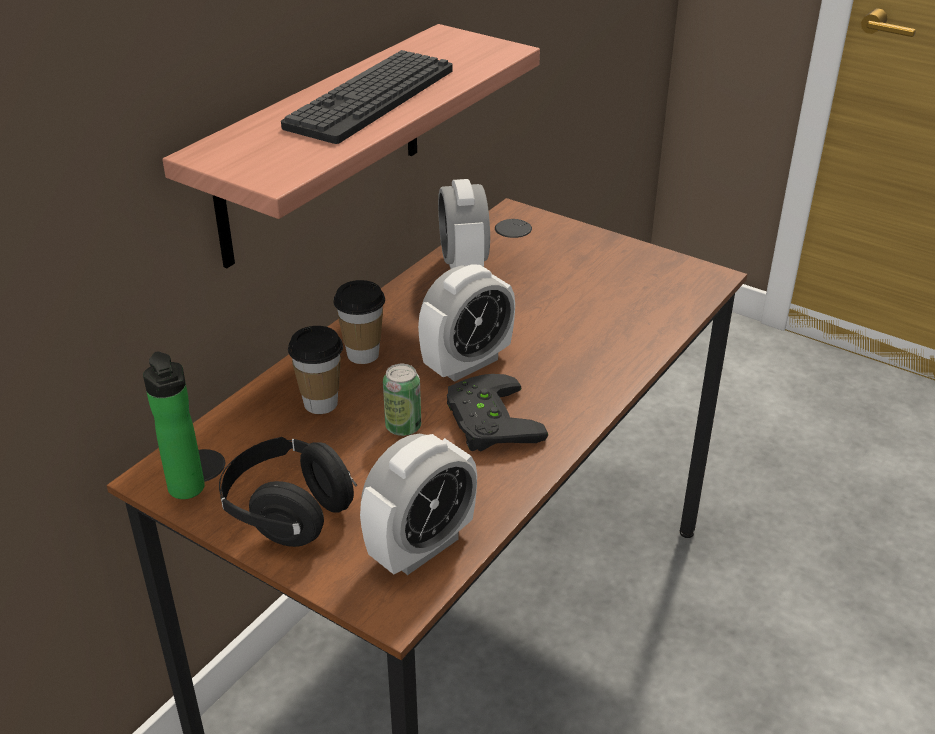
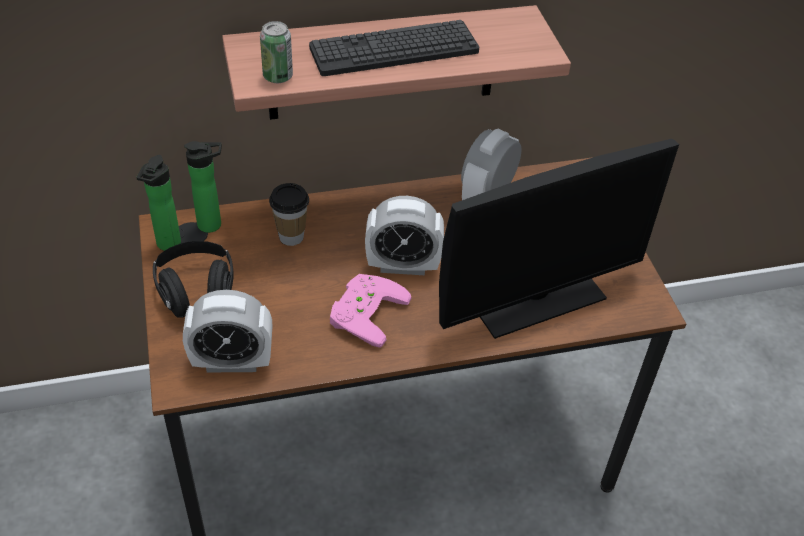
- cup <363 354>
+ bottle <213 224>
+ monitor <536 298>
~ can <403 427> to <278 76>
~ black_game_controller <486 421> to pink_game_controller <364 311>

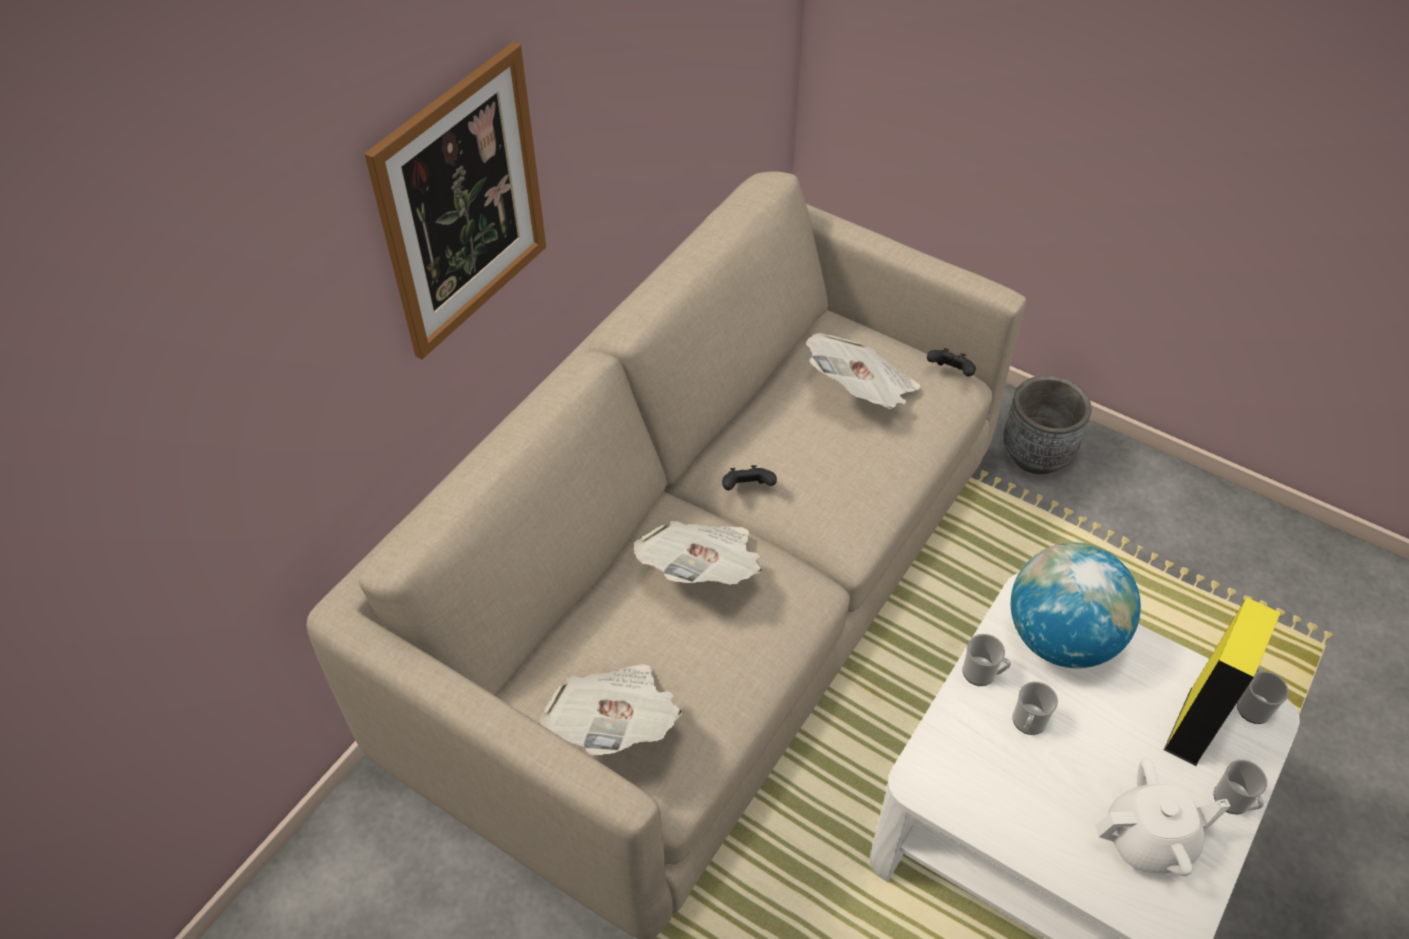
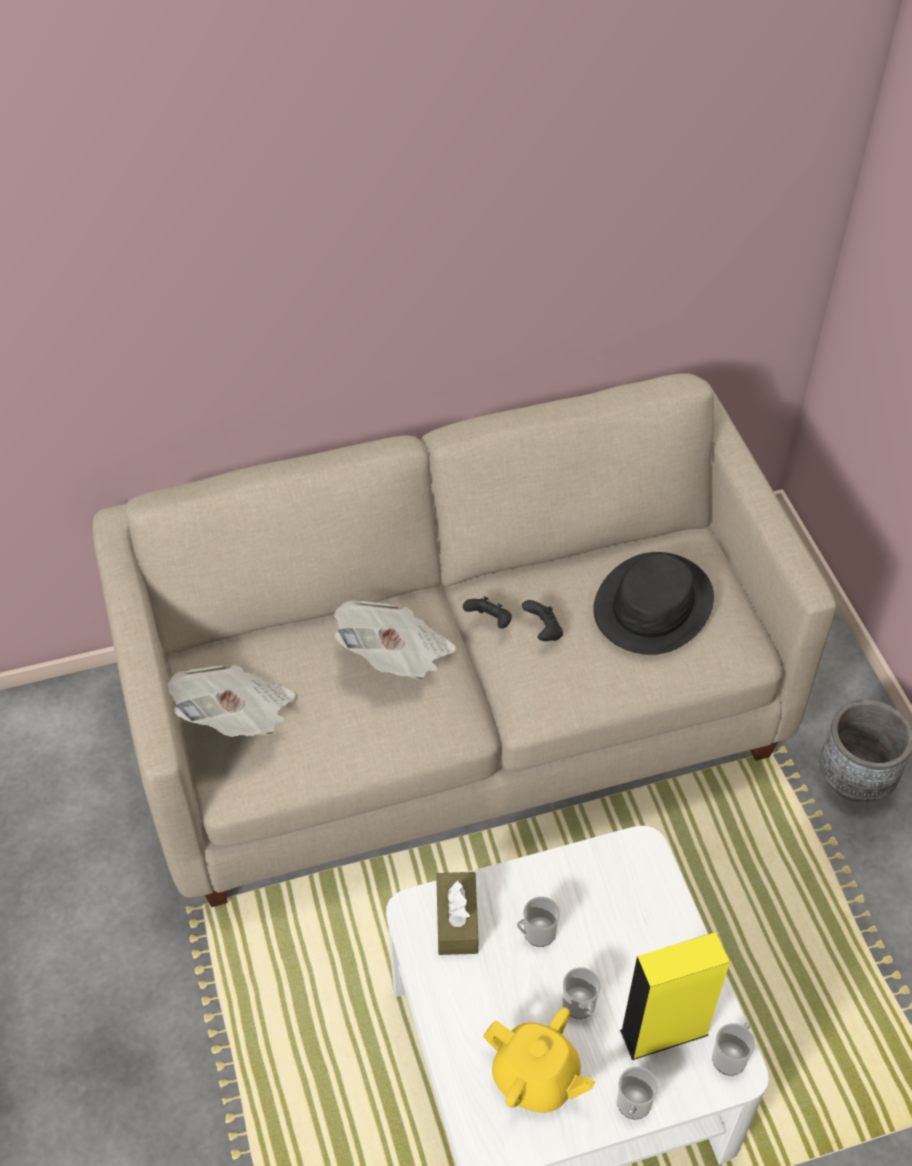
- picture <462 204>
- globe <1060 638>
+ brown_tissue_box <457 920>
~ black_game_controller <950 373> to <543 631>
~ mug <982 673> to <580 1006>
~ newspaper <861 392> to black_hat <653 605>
~ white_teapot <1149 840> to yellow_teapot <536 1078>

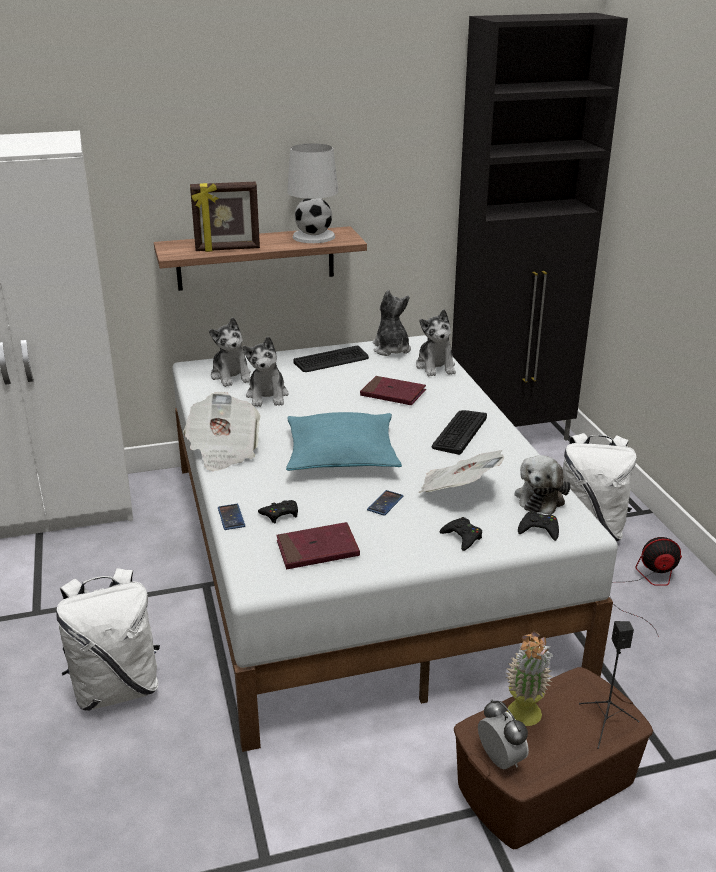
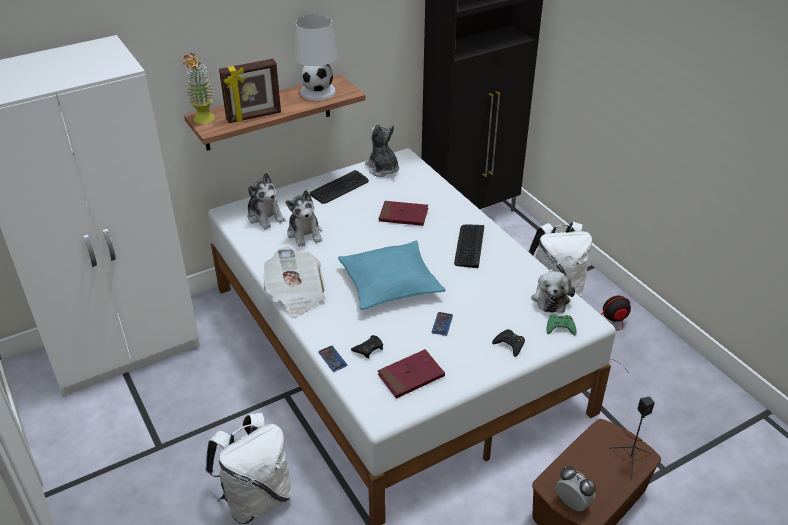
- plush_toy <436 366>
- newspaper <458 491>
~ potted_plant <524 720> to <204 121>
~ black_game_controller <539 530> to green_game_controller <560 327>

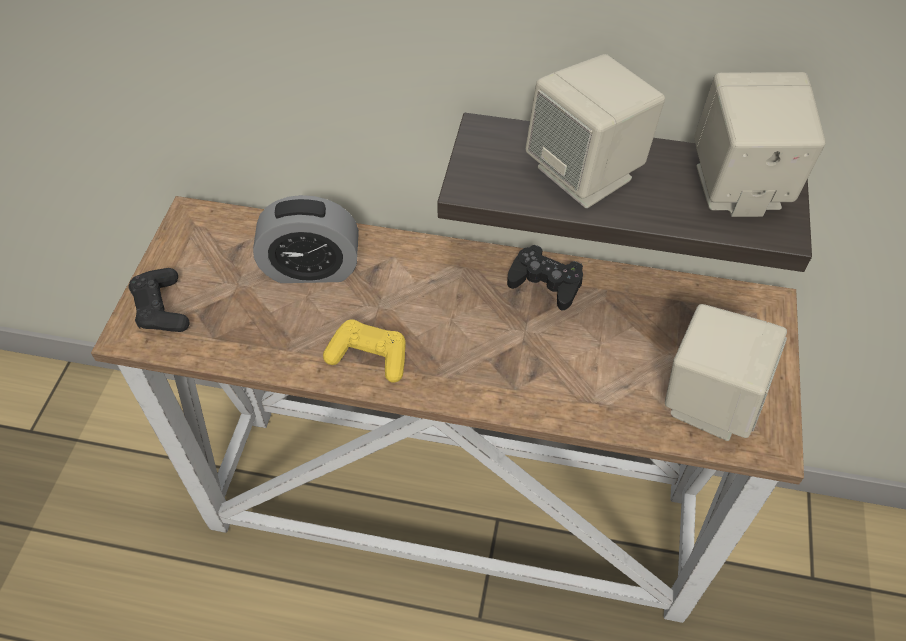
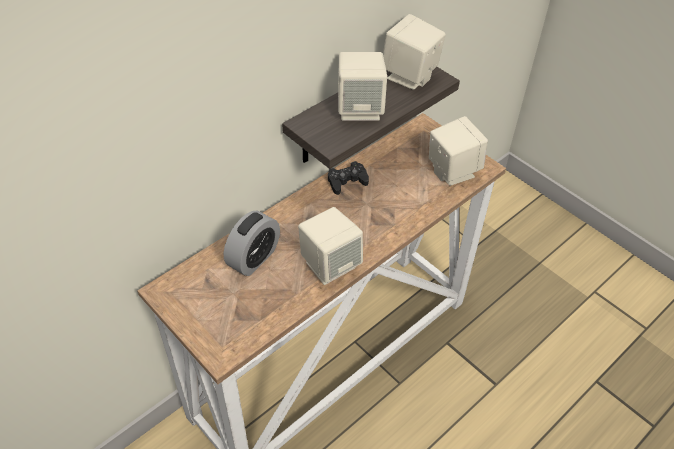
- black_game_controller <161 309>
~ yellow_game_controller <369 357> to beige_speaker <330 264>

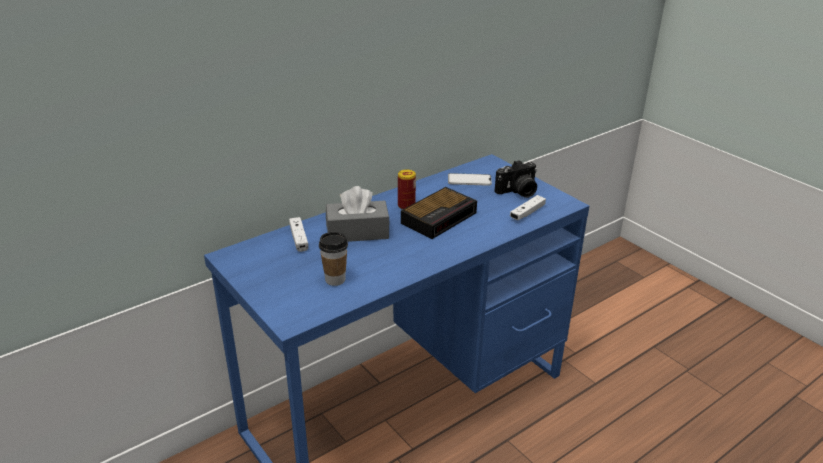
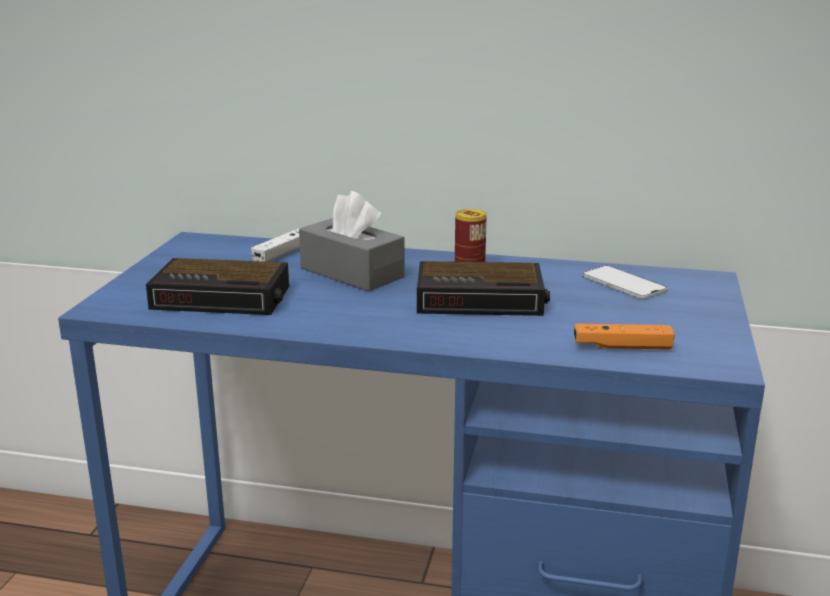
- photo_camera <518 192>
~ cup <335 280> to alarm_clock <224 297>
~ white_game_controller <527 213> to orange_game_controller <622 347>

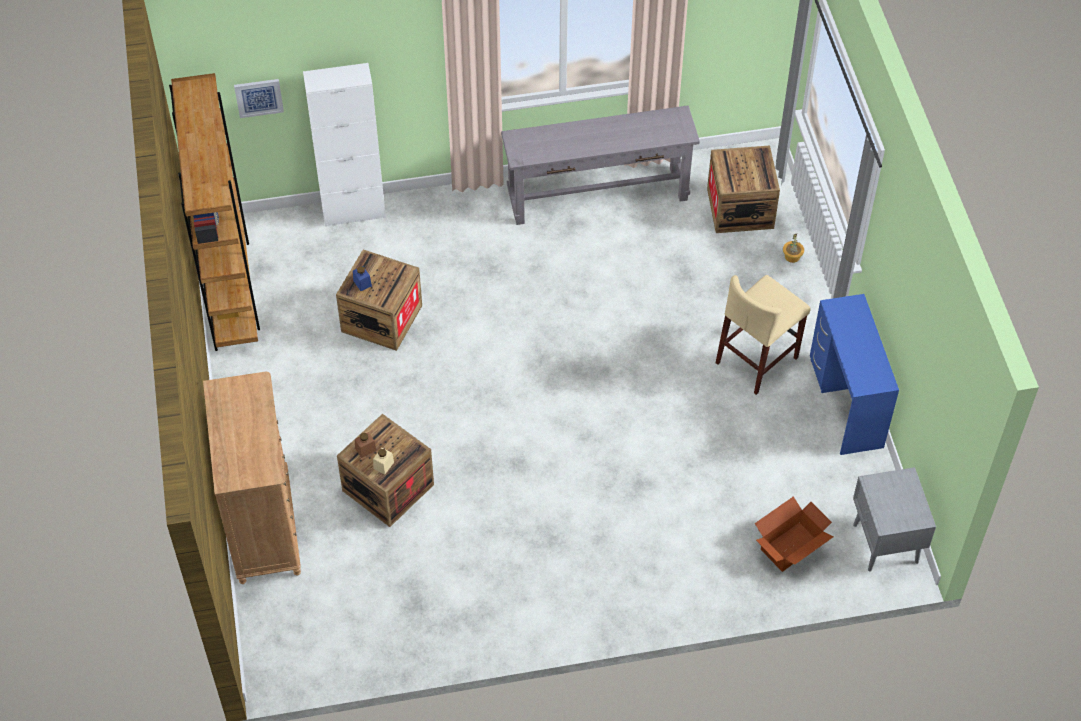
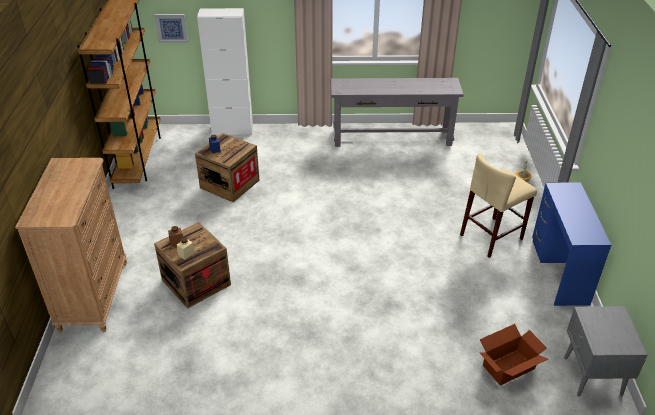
- crate <740 208>

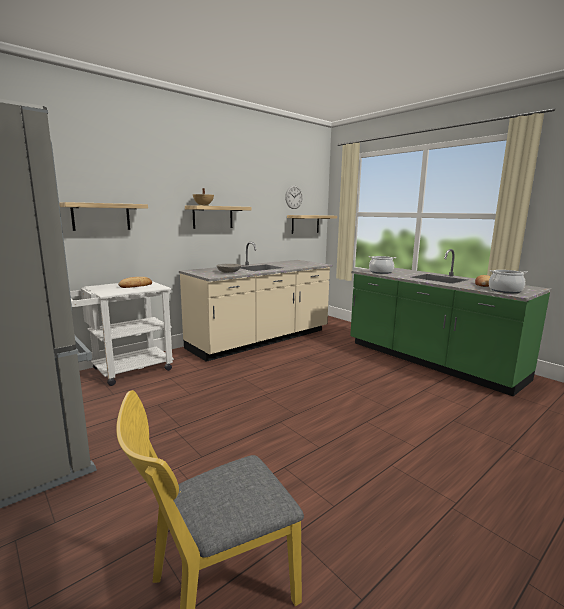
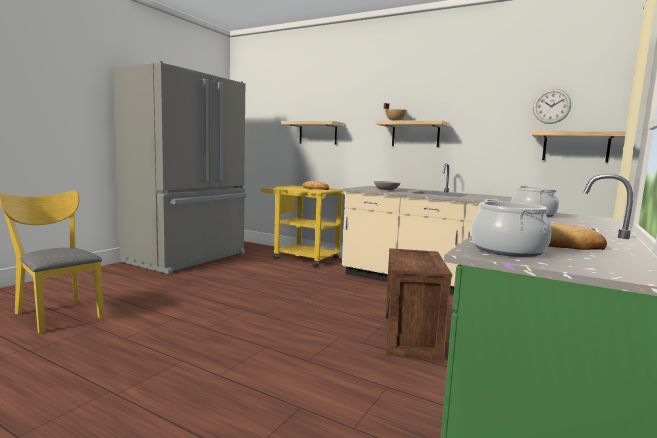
+ crate <412 338>
~ white_cart <125 371> to yellow_cart <301 257>

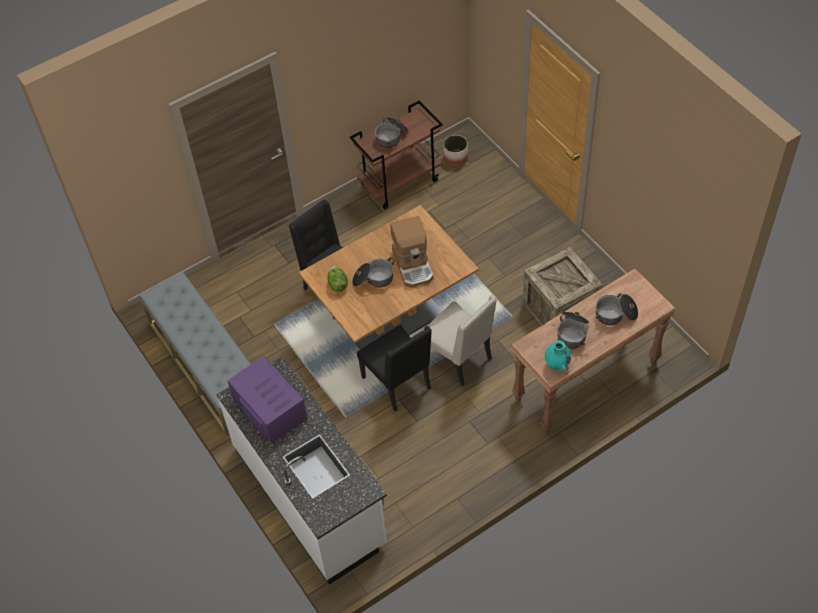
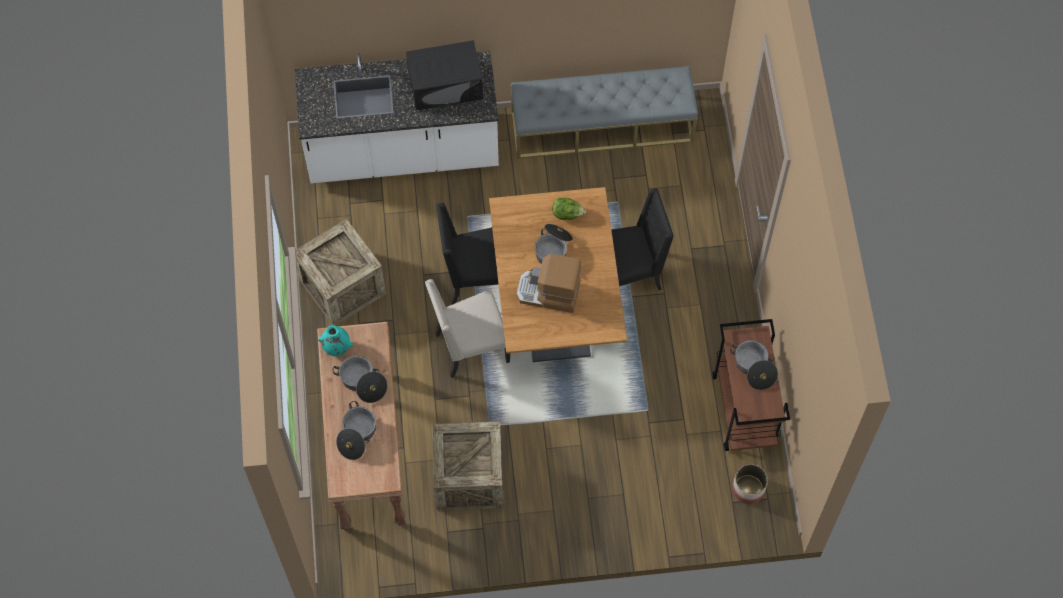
+ crate <342 286>
~ purple_microwave <270 409> to black_microwave <445 85>

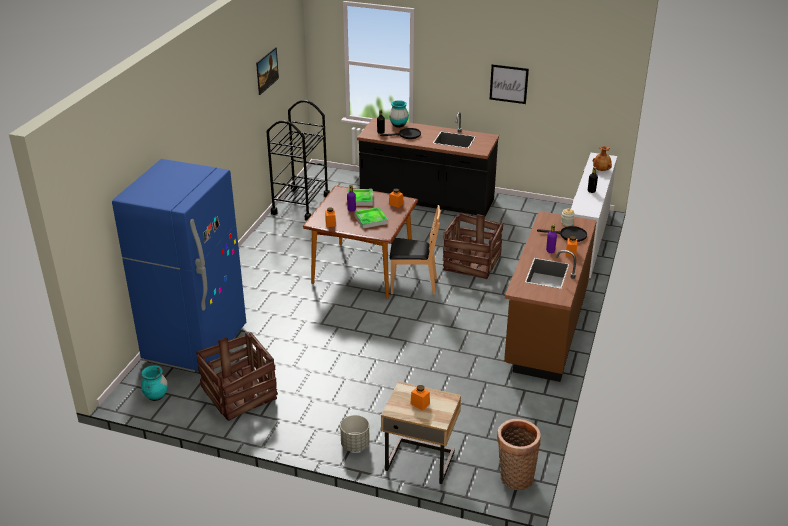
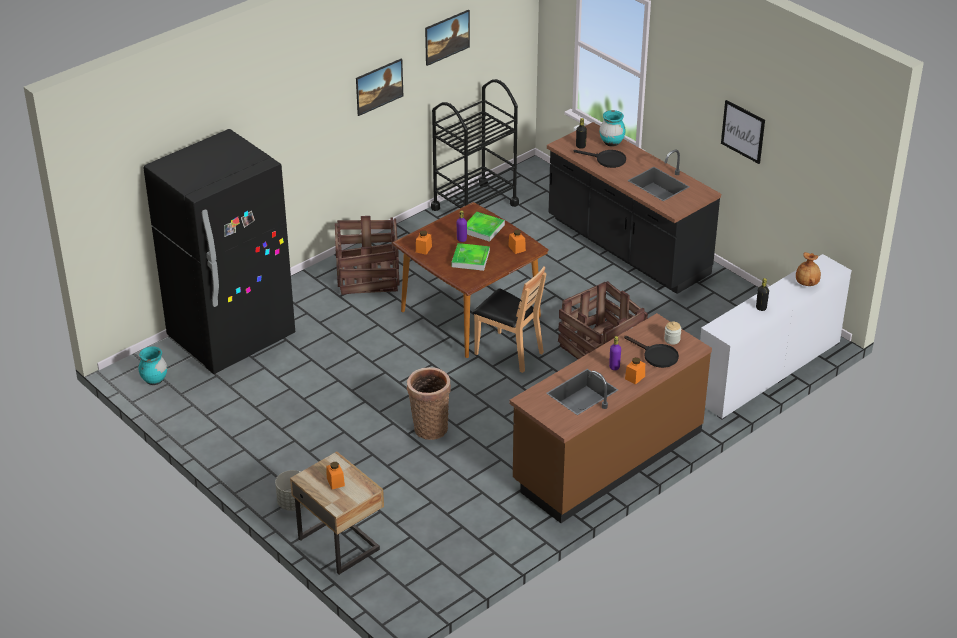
+ picture <379 96>
~ crate <239 394> to <368 275>
~ basket <514 477> to <429 427>
~ blue_fridge <195 343> to black_fridge <232 338>

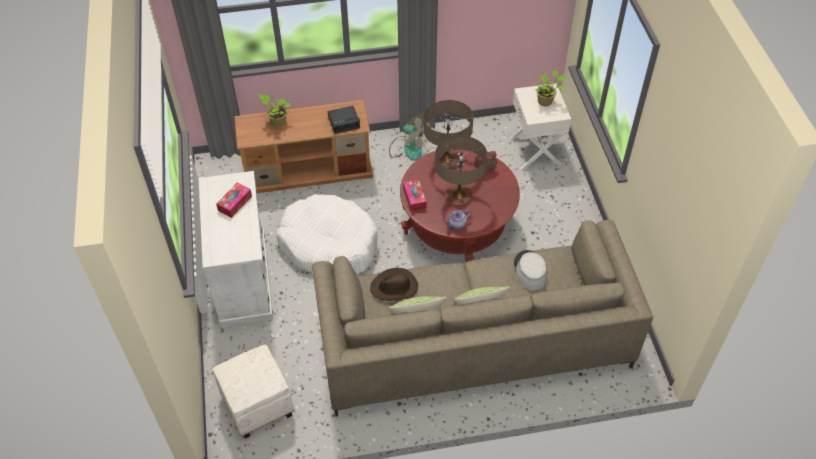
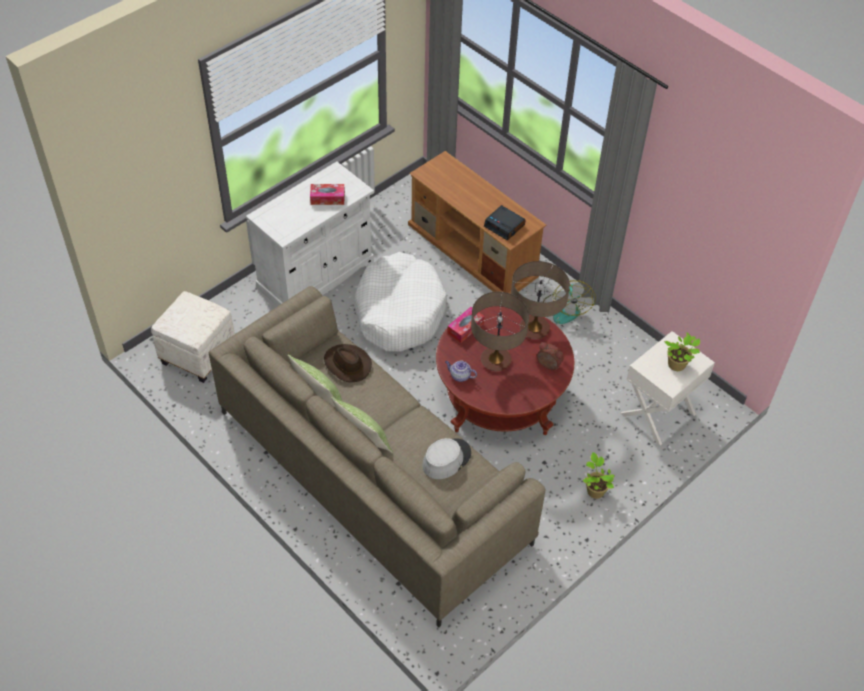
~ potted_plant <277 122> to <594 490>

